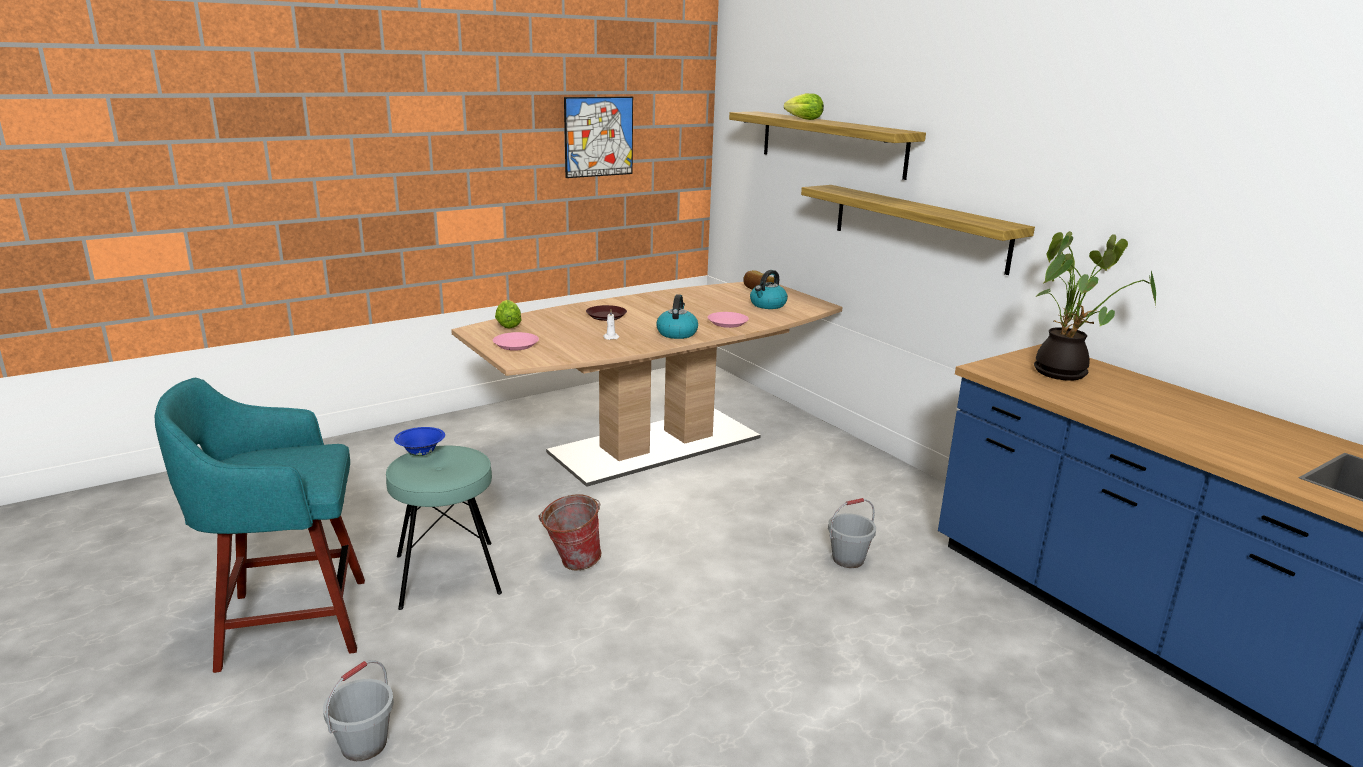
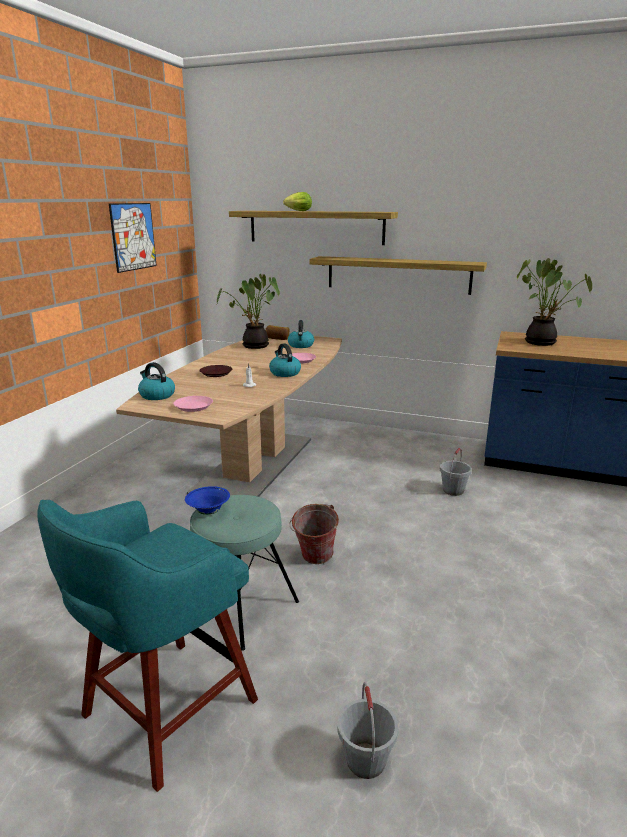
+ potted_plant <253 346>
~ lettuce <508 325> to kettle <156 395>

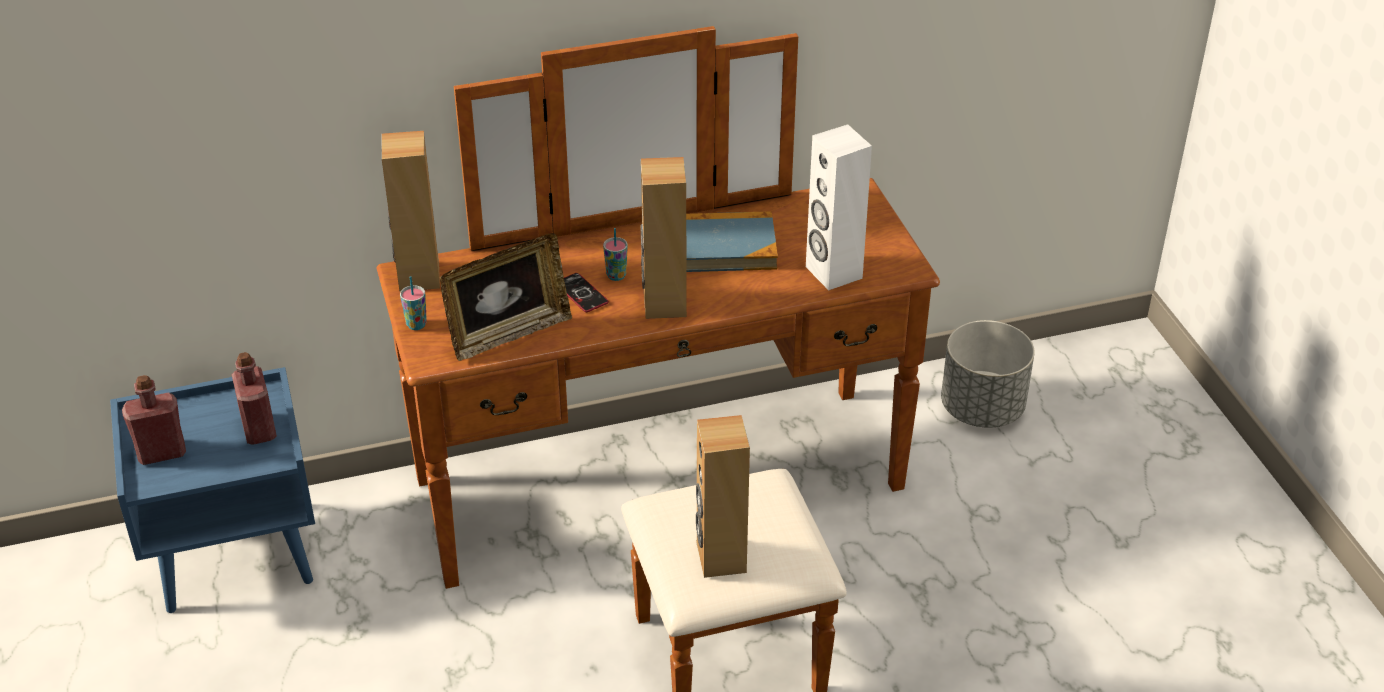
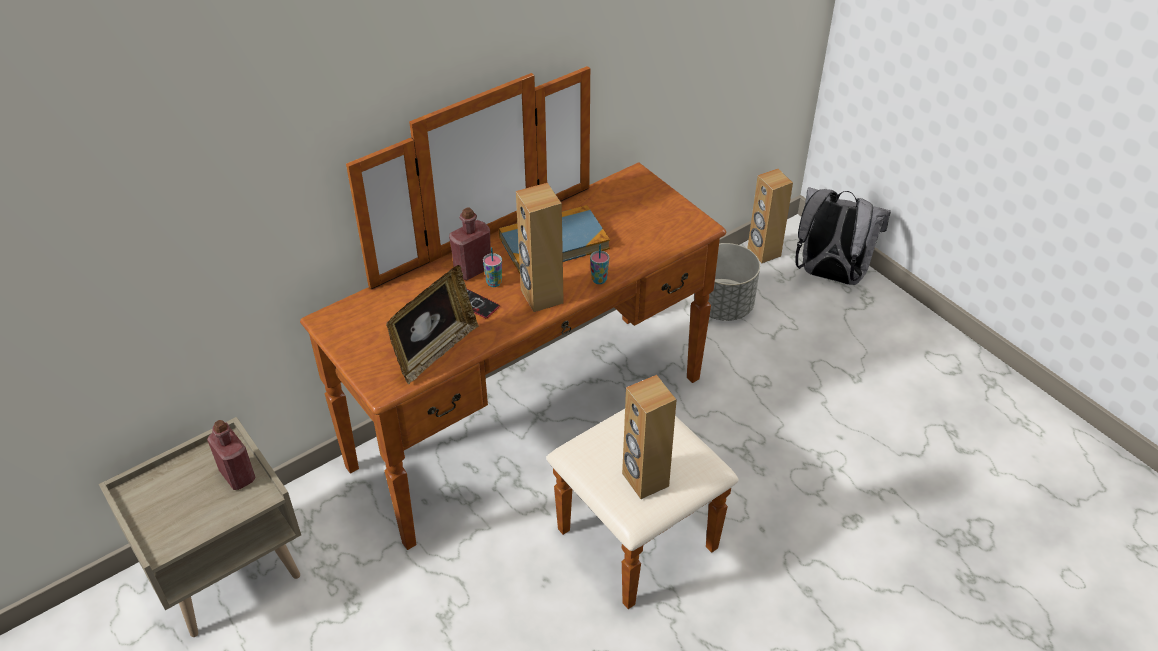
- white_speaker <833 273>
+ grey_backpack <829 275>
~ red_bottle <162 453> to <473 270>
~ brown_speaker <418 276> to <763 252>
~ cup <416 325> to <599 280>
~ blue_nightstand <236 554> to beige_nightstand <228 571>

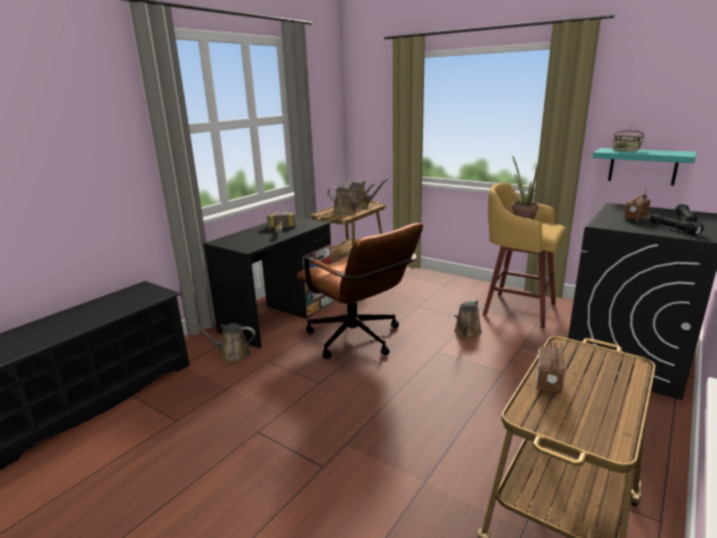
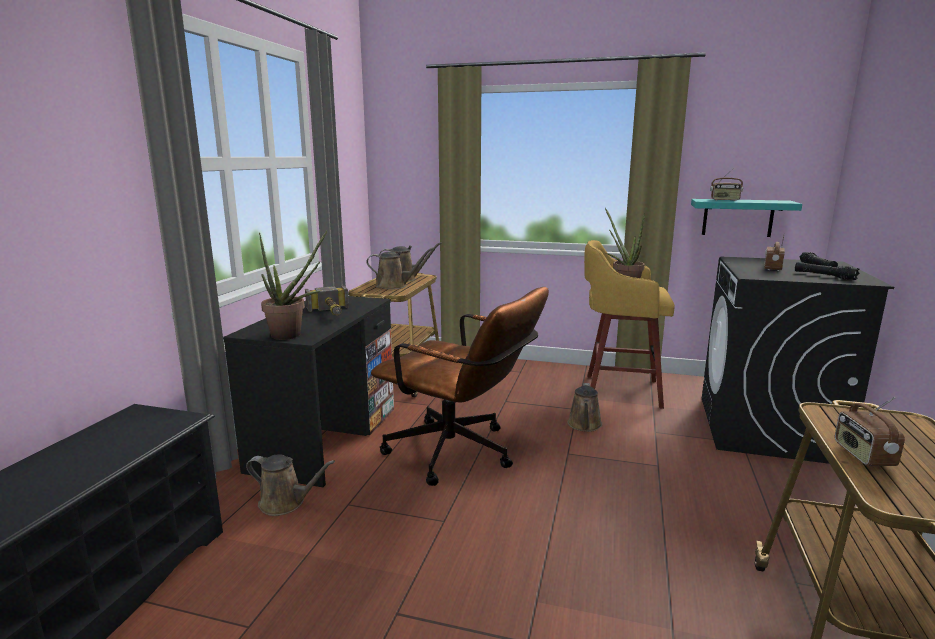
+ potted_plant <292 335>
~ brown_watering_can <232 354> = <286 503> 150 degrees counterclockwise

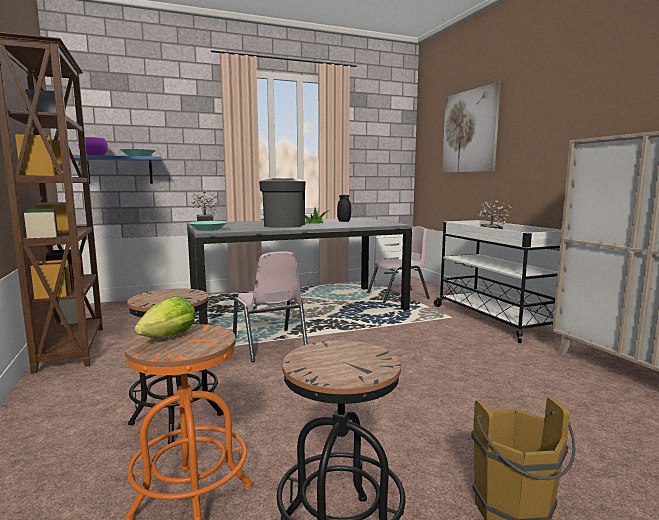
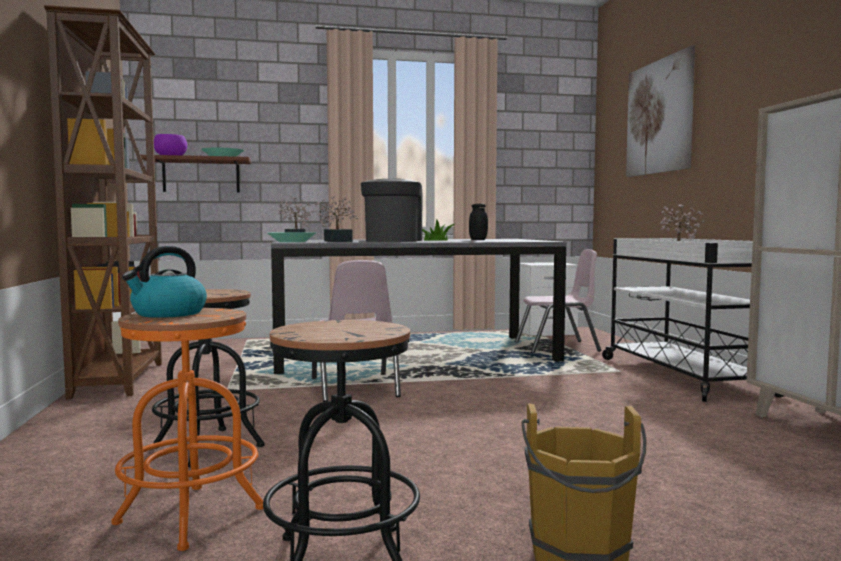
+ potted_plant <337 241>
~ lettuce <166 339> to kettle <168 314>
~ blue_shelf <120 170> to brown_shelf <201 175>

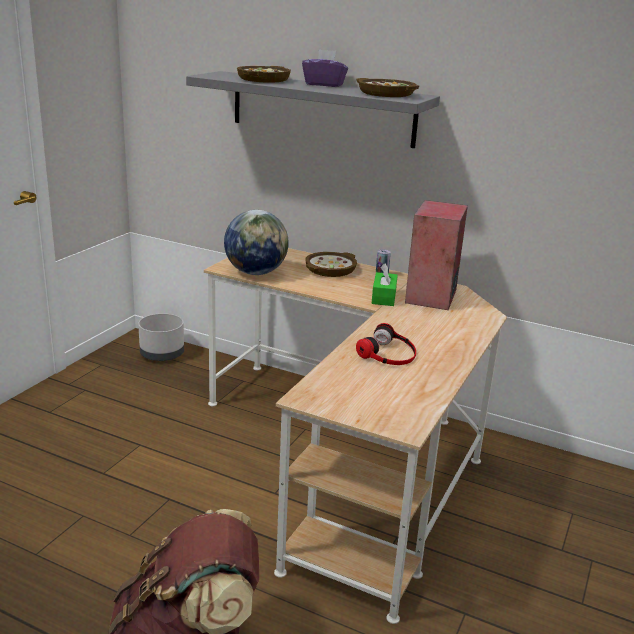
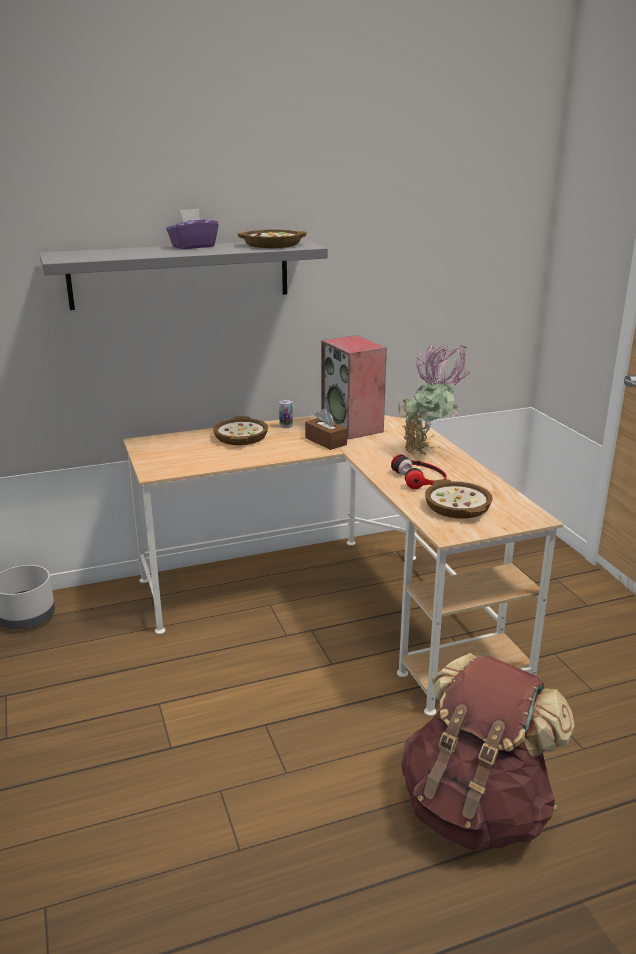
- globe <256 272>
+ potted_plant <428 452>
~ bowl <264 80> to <458 506>
~ green_tissue_box <384 297> to brown_tissue_box <326 441>

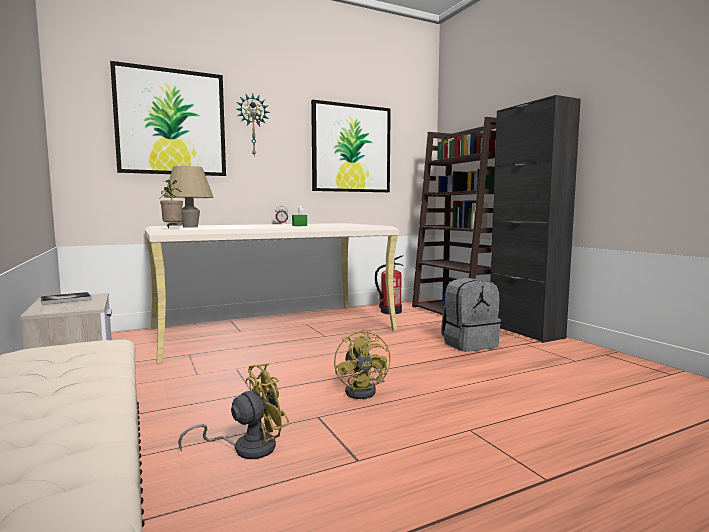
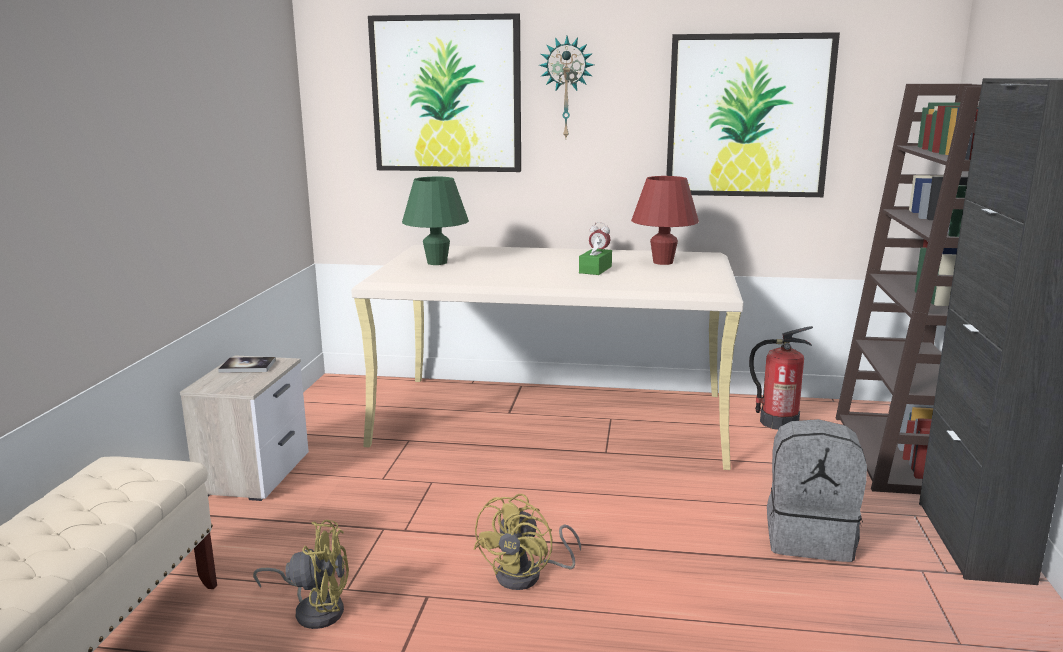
- potted_plant <172 229>
+ red_table_lamp <663 262>
~ beige_table_lamp <190 227> to green_table_lamp <437 263>

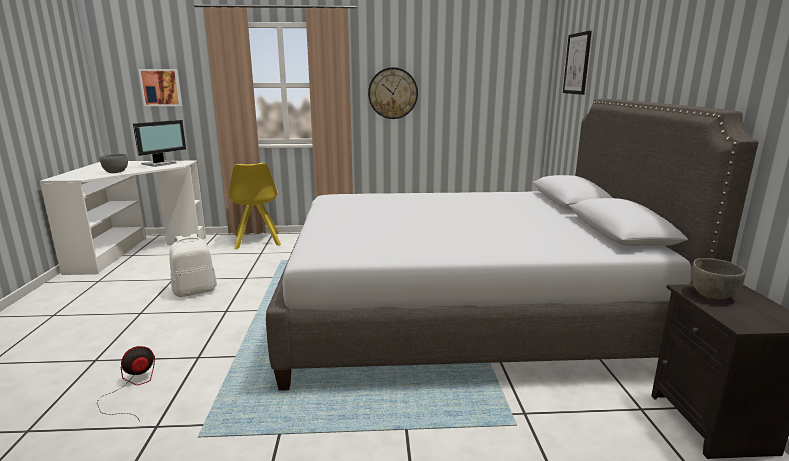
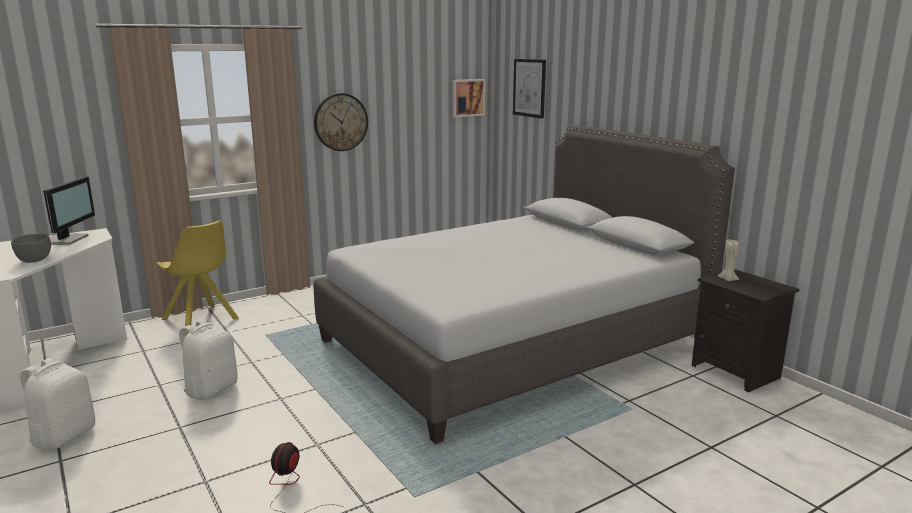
+ white_backpack <63 436>
~ picture <161 87> to <467 97>
~ grey_bowl <712 295> to beige_candle <728 280>

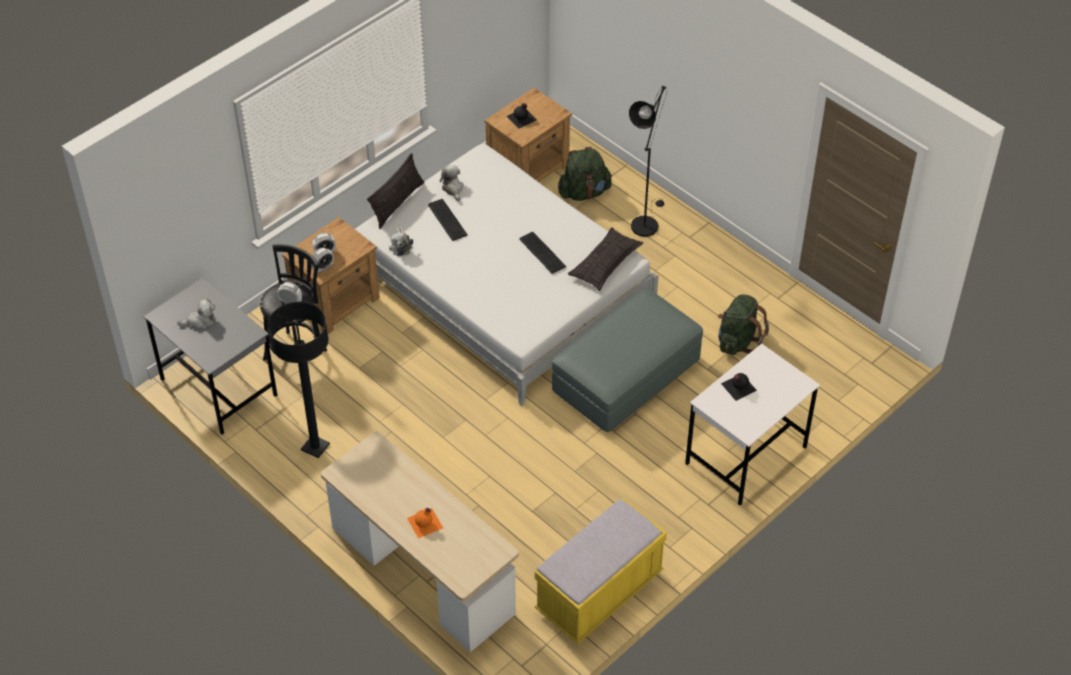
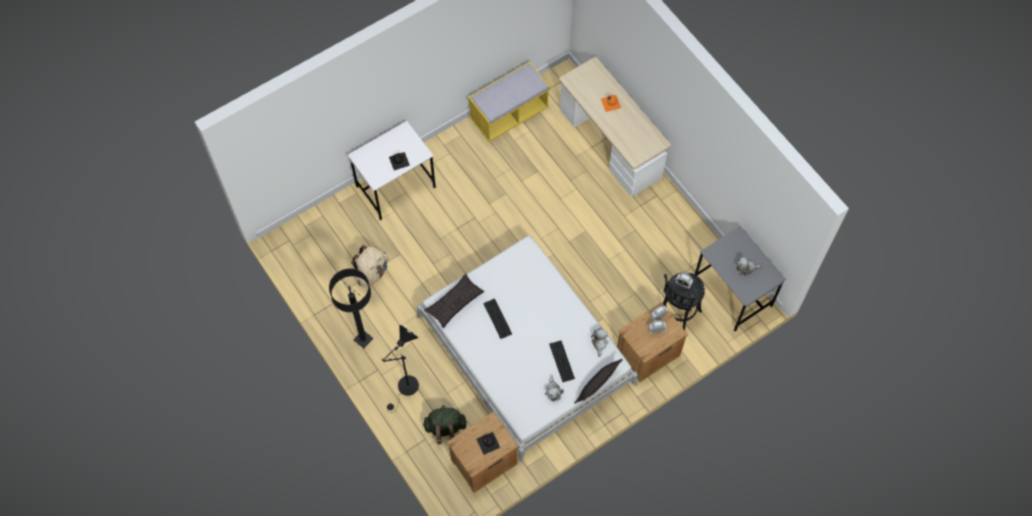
- grey_ottoman <626 377>
~ black_floor_lamp <315 447> to <363 339>
~ green_backpack <738 341> to beige_backpack <372 272>

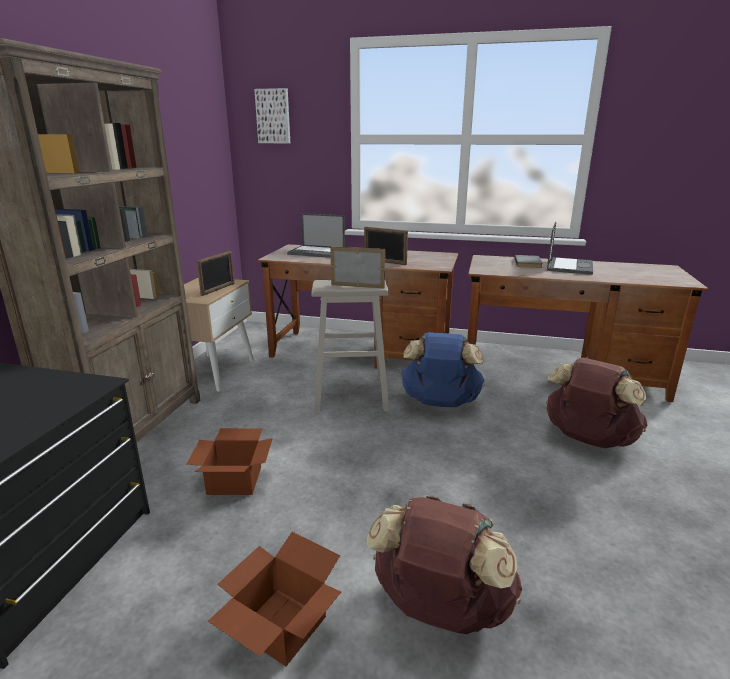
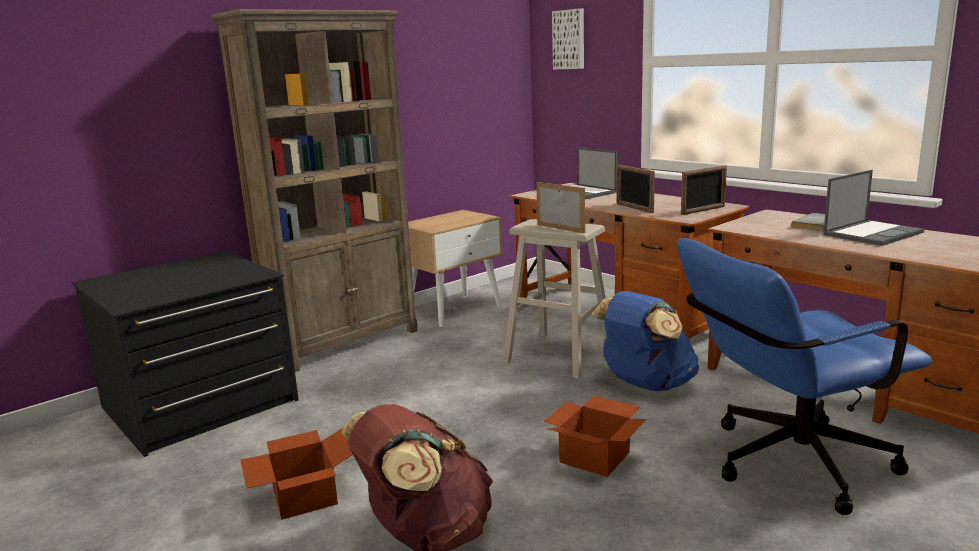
~ cardboard_box <236 479> to <596 457>
~ picture_frame <218 289> to <703 210>
~ brown_backpack <588 440> to blue_office_chair <785 464>

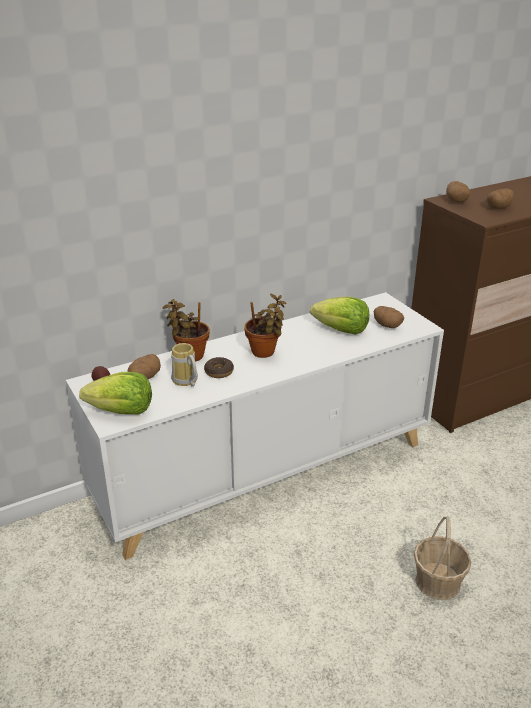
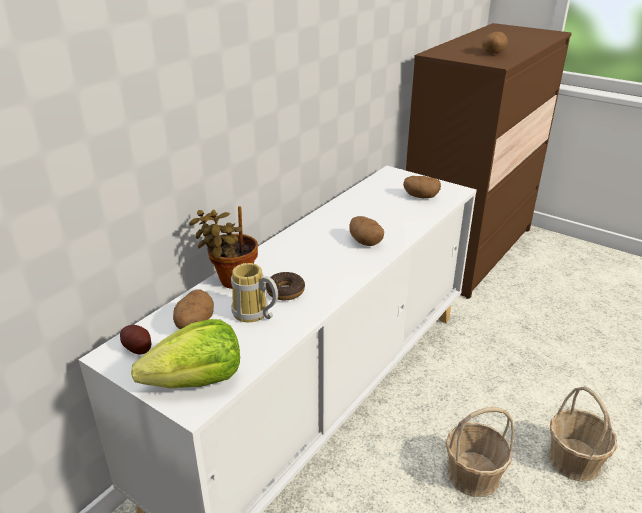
- potted_plant <265 353>
- lettuce <341 330>
+ basket <473 475>
~ potato <456 201> to <365 242>

